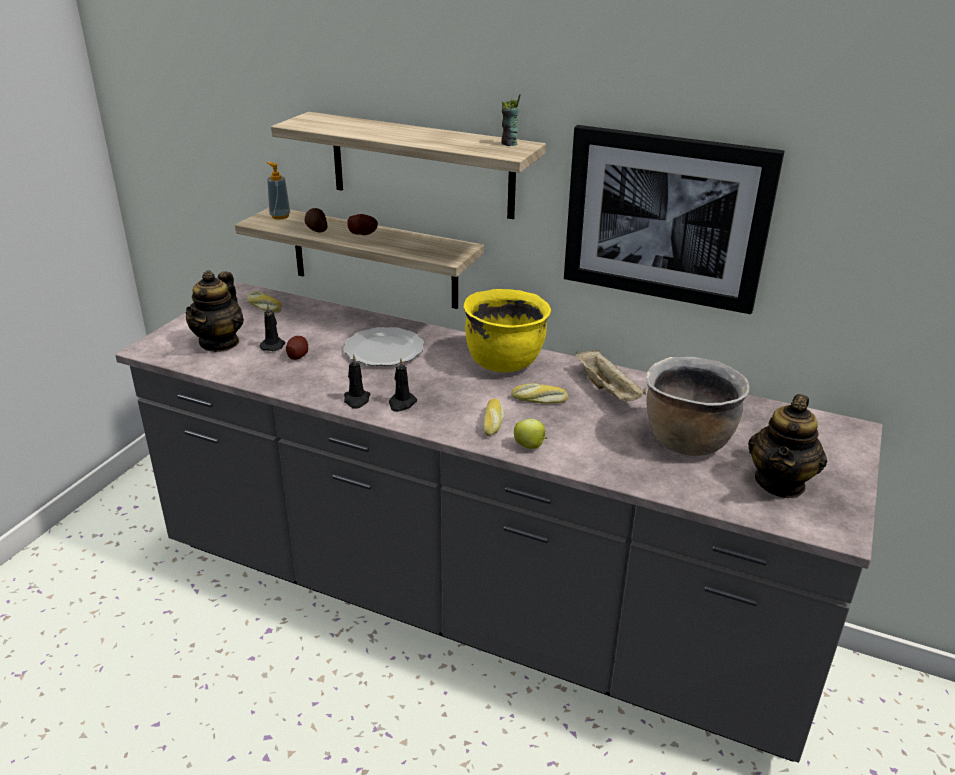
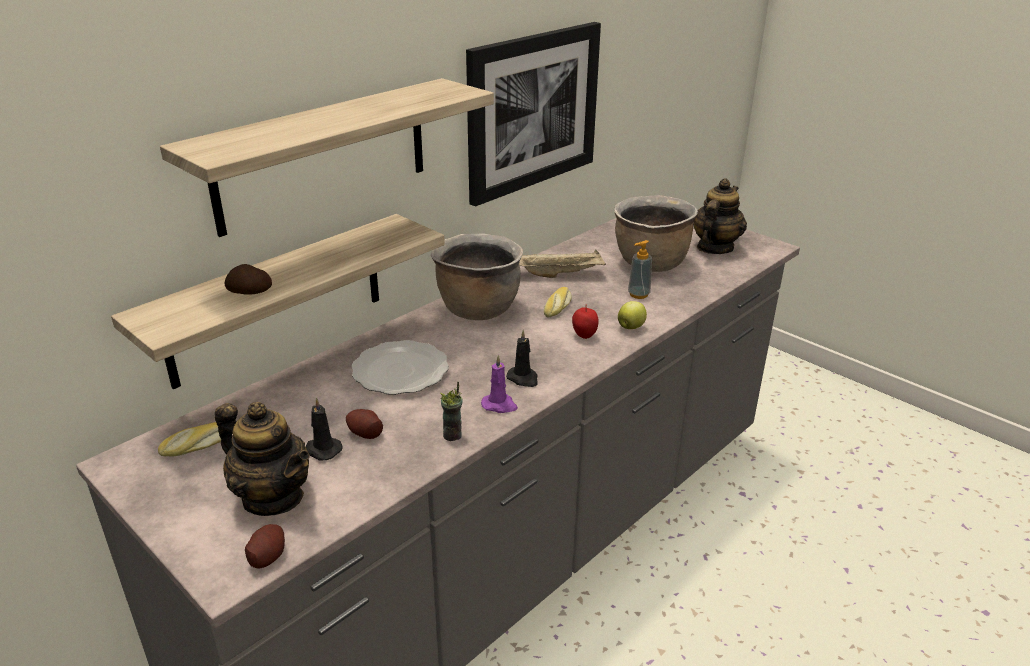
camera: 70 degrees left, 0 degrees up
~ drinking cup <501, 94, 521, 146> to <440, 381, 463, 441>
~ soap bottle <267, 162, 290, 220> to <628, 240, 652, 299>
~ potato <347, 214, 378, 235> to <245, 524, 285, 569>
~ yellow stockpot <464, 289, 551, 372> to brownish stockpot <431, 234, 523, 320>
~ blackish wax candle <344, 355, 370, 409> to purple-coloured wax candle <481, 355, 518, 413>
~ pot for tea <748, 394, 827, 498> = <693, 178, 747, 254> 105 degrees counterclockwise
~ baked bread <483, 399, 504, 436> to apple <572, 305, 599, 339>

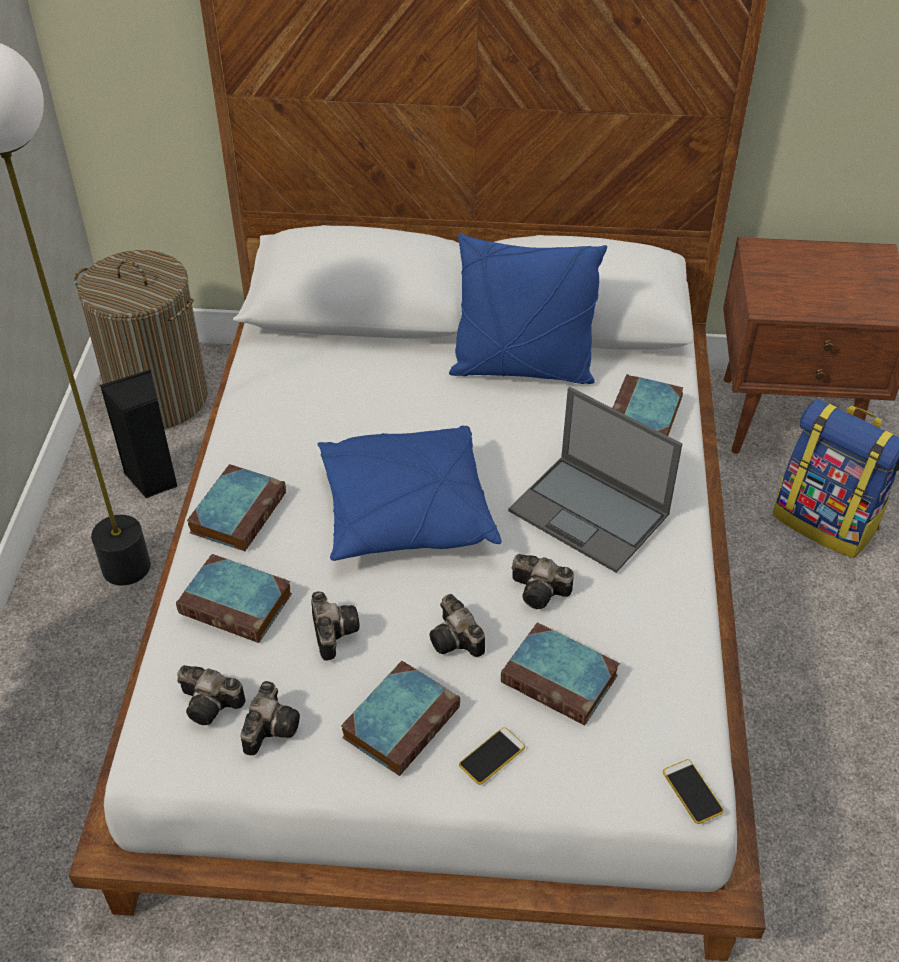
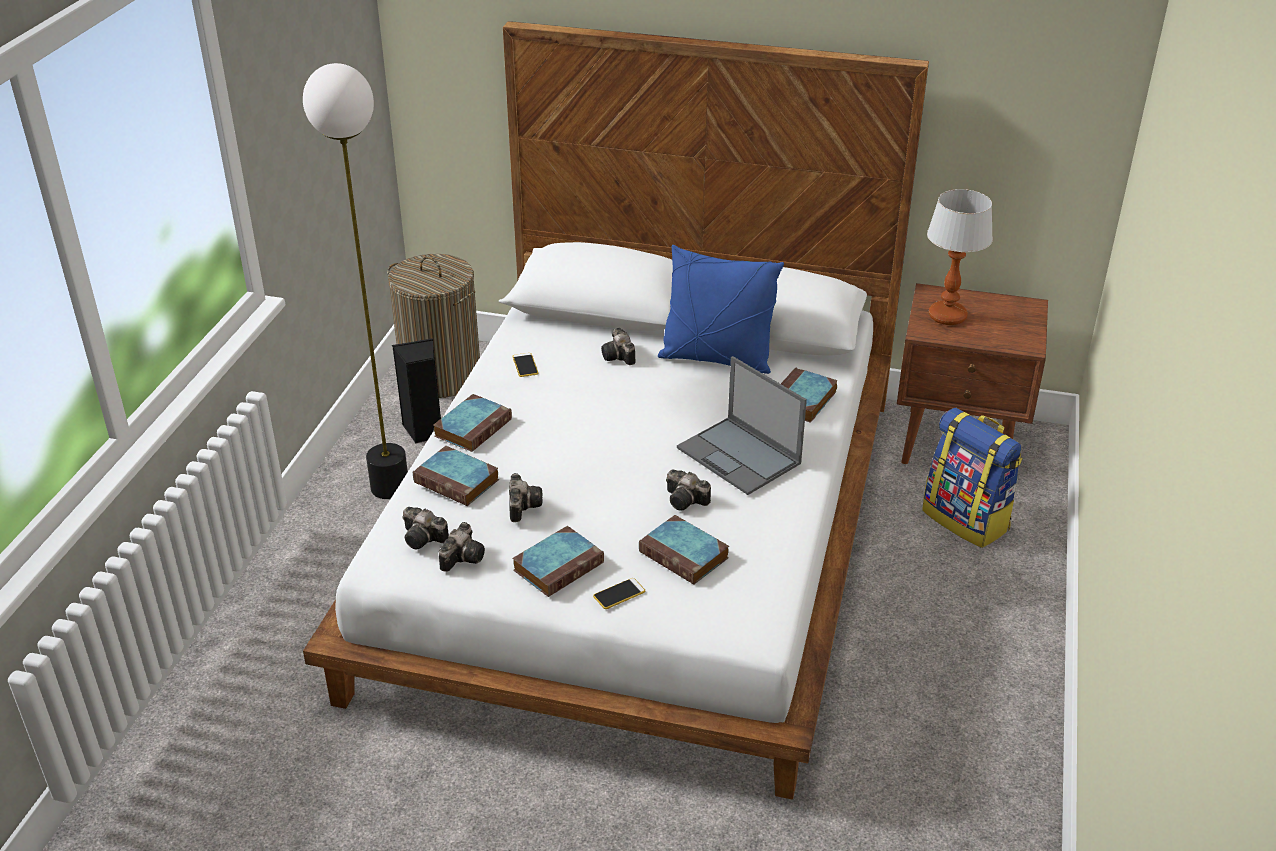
camera: 10 degrees right, 10 degrees down
- blue throw pillow <318, 425, 502, 561>
~ photo camera <430, 594, 485, 657> to <601, 328, 636, 365>
~ telephone <663, 759, 724, 824> to <512, 353, 538, 377>
+ table lamp <927, 189, 993, 325>

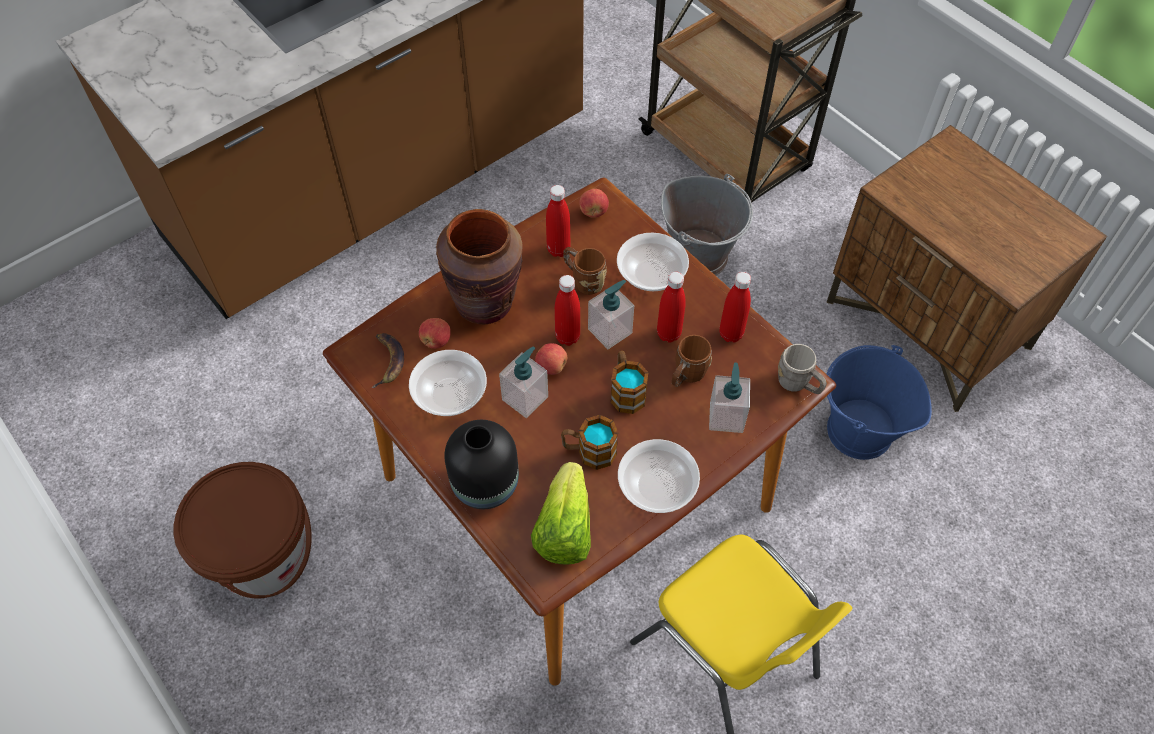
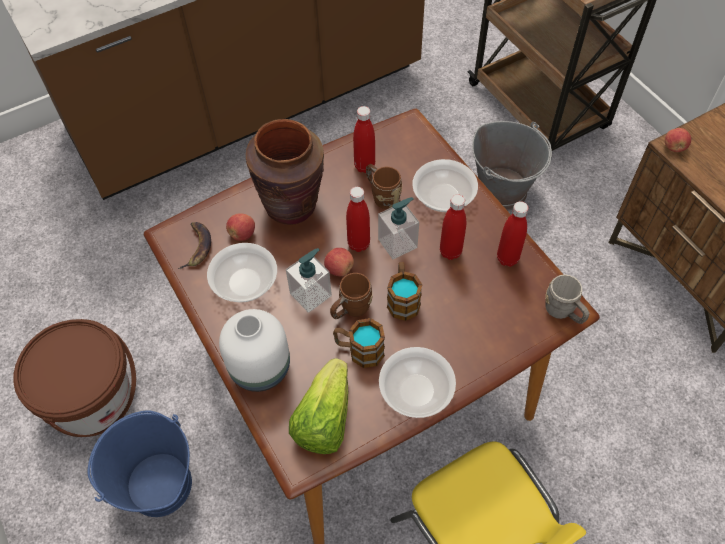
camera: 10 degrees right, 0 degrees up
~ apple <579, 189, 609, 218> to <665, 128, 691, 152>
~ brownish mug <672, 335, 712, 387> to <330, 273, 372, 319>
~ blue bucket <827, 345, 932, 460> to <88, 410, 192, 517>
- soap bottle <709, 362, 750, 433>
~ blackish decorative vase <445, 420, 519, 509> to white-coloured decorative vase <219, 309, 290, 392>

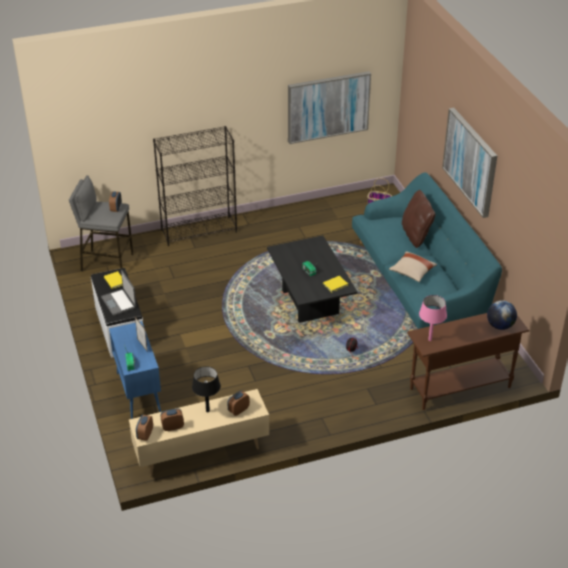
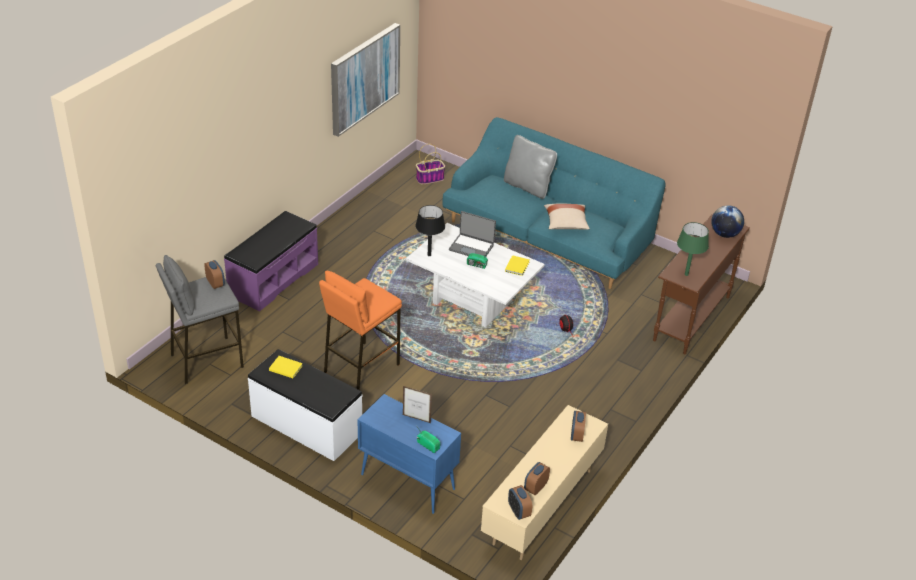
camera: 40 degrees left, 0 degrees up
- wall art <442, 108, 497, 218>
~ blackish shelving unit <153, 126, 237, 246> to purple-coloured indoor bench <224, 211, 318, 312>
~ brownish throw pillow <402, 190, 435, 248> to gray throw pillow <504, 135, 557, 199>
~ blackish coffee table <267, 235, 358, 323> to white-coloured coffee table <406, 223, 545, 328>
~ laptop <101, 270, 137, 316> to <449, 211, 496, 257>
~ pink-coloured table lamp <419, 295, 447, 341> to greenish table lamp <677, 222, 709, 276>
~ blackish table lamp <192, 366, 221, 412> to <415, 205, 445, 256>
+ orangey stool seat <319, 271, 402, 390>

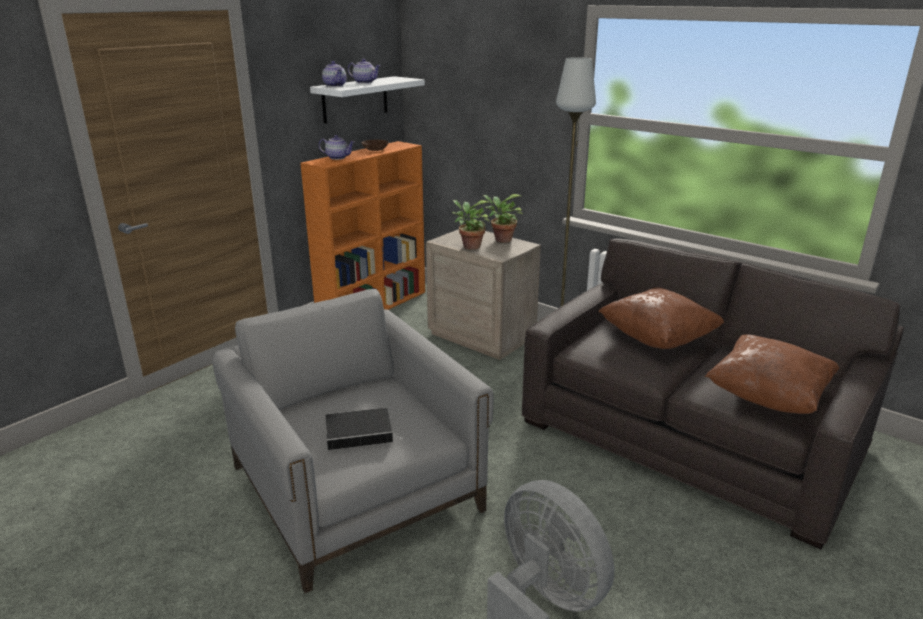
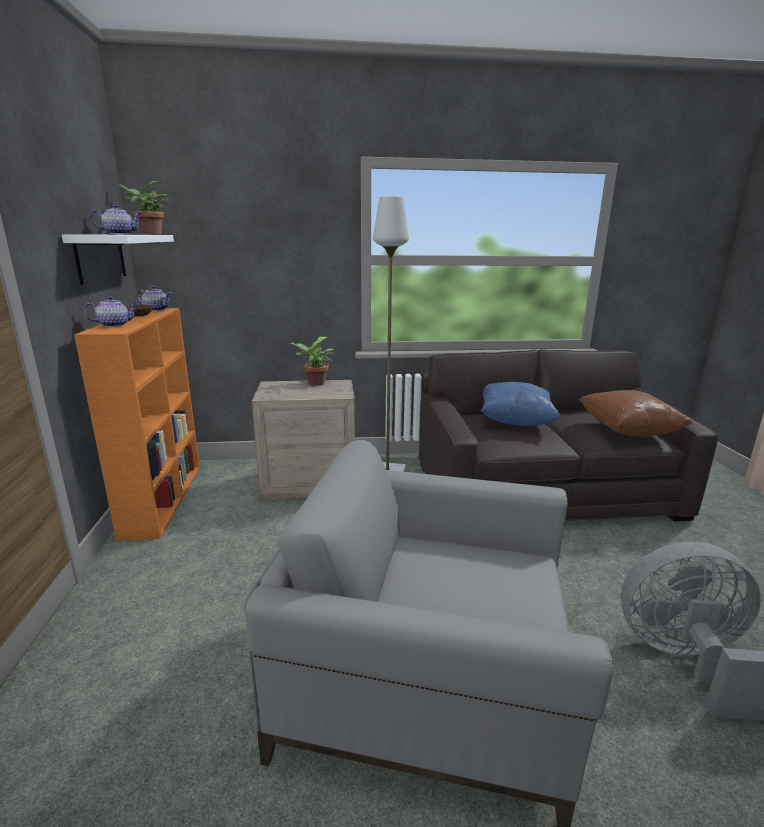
camera: 45 degrees left, 5 degrees down
~ pot for tea <322, 61, 347, 87> to <137, 286, 171, 311>
~ plant in a pot <452, 200, 490, 250> to <116, 181, 170, 235>
~ brownish throw pillow <598, 287, 724, 349> to blue throw pillow <481, 382, 560, 426>
- bound book <326, 407, 405, 450>

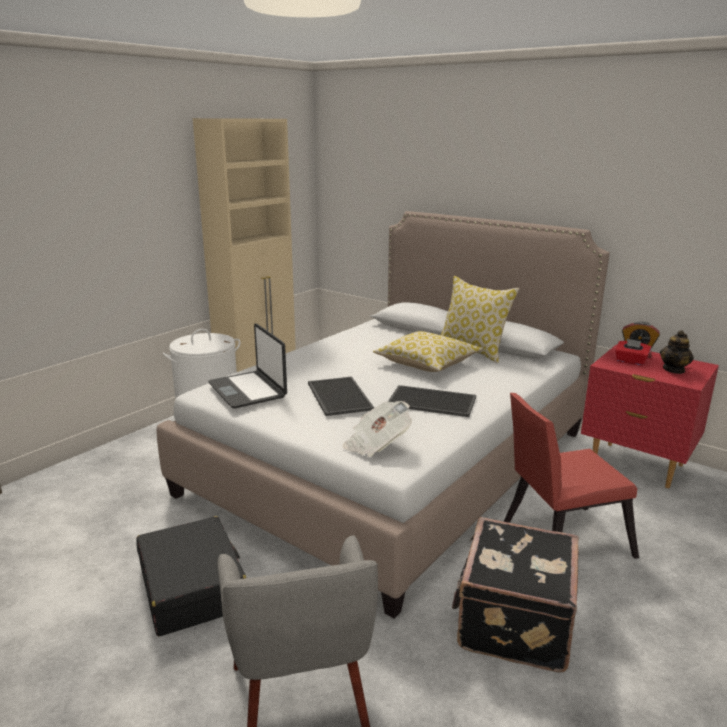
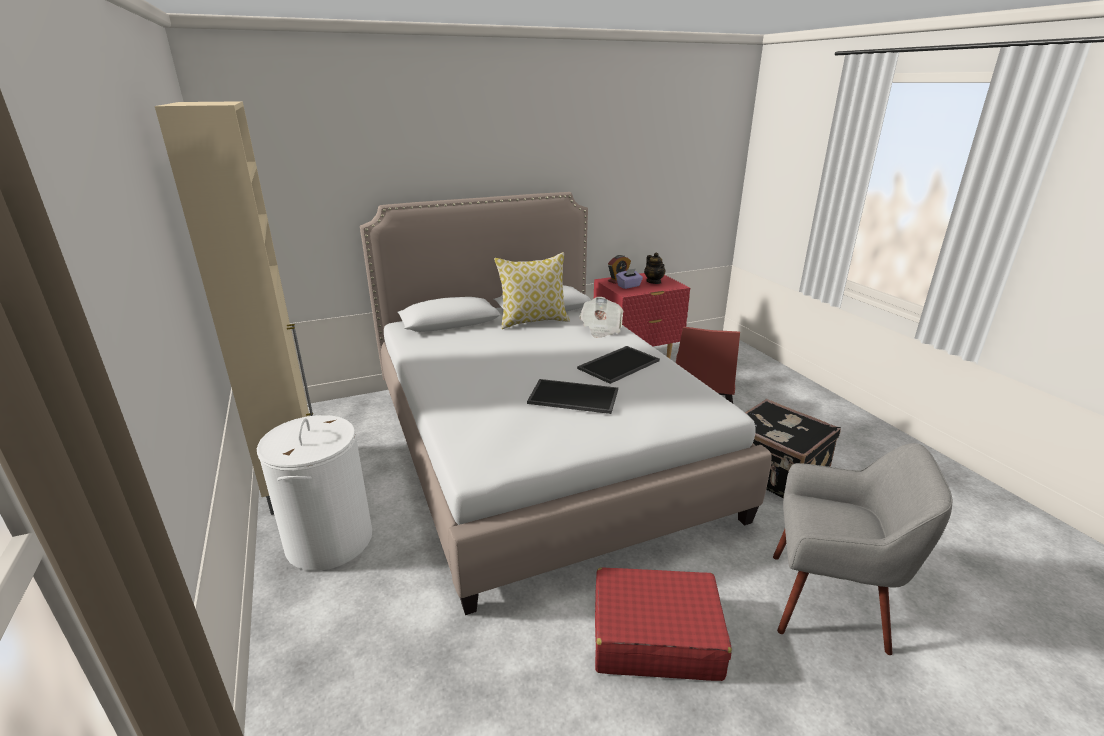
camera: 60 degrees left, 5 degrees up
- laptop <208, 323, 287, 408>
- throw pillow <373, 331, 482, 372>
~ red tissue holder <615, 339, 651, 366> to purple-coloured tissue holder <616, 269, 643, 289>
~ printed paper <343, 401, 412, 457> to <580, 297, 623, 338>
~ blackish piece of luggage <136, 516, 246, 636> to red piece of luggage <595, 567, 732, 681>

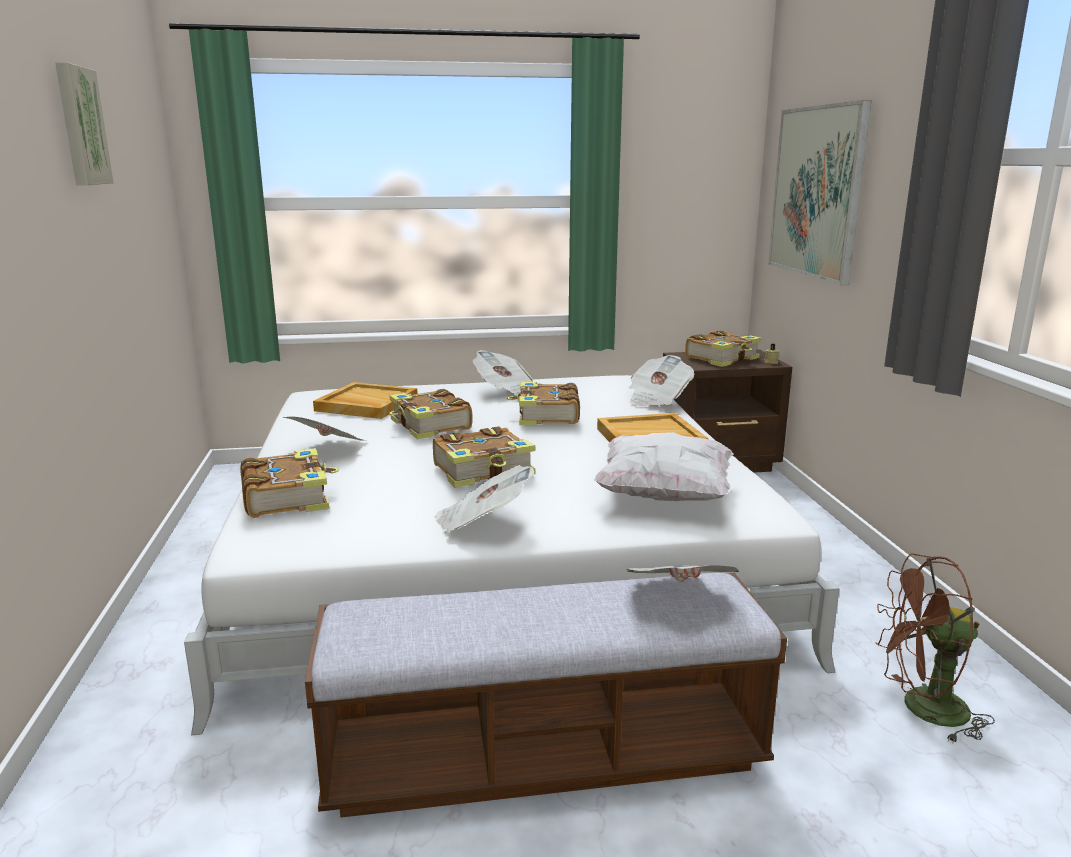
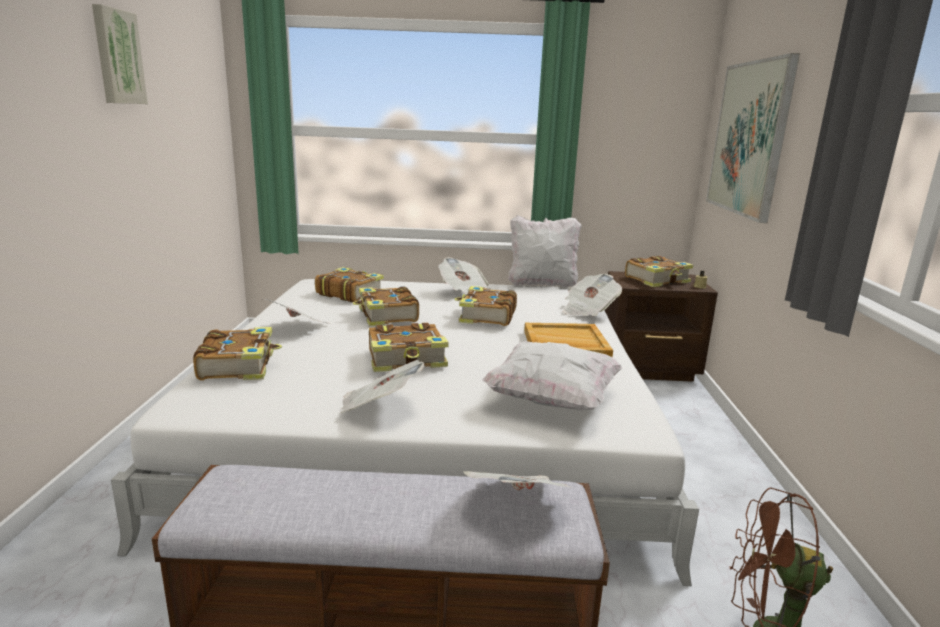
camera: 10 degrees right, 0 degrees up
~ beige-coloured tray <313, 382, 418, 419> to bound book <315, 267, 384, 302>
+ white-coloured throw pillow <508, 215, 582, 287>

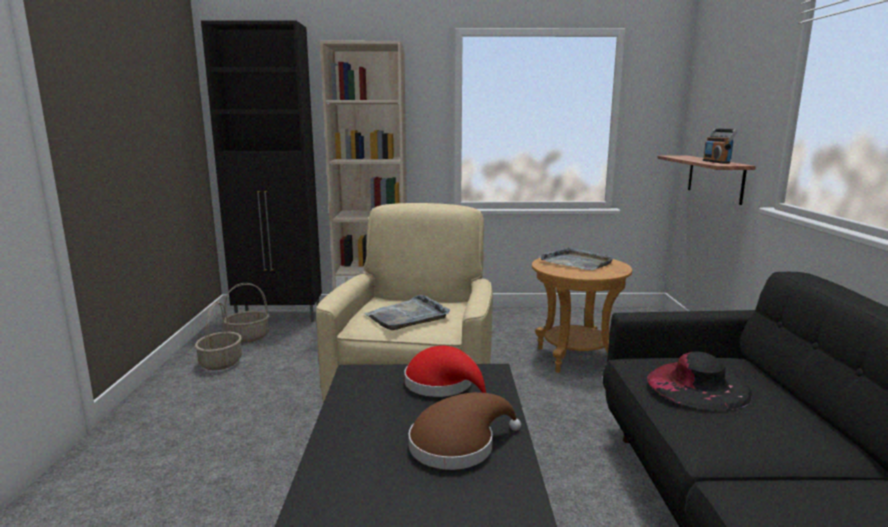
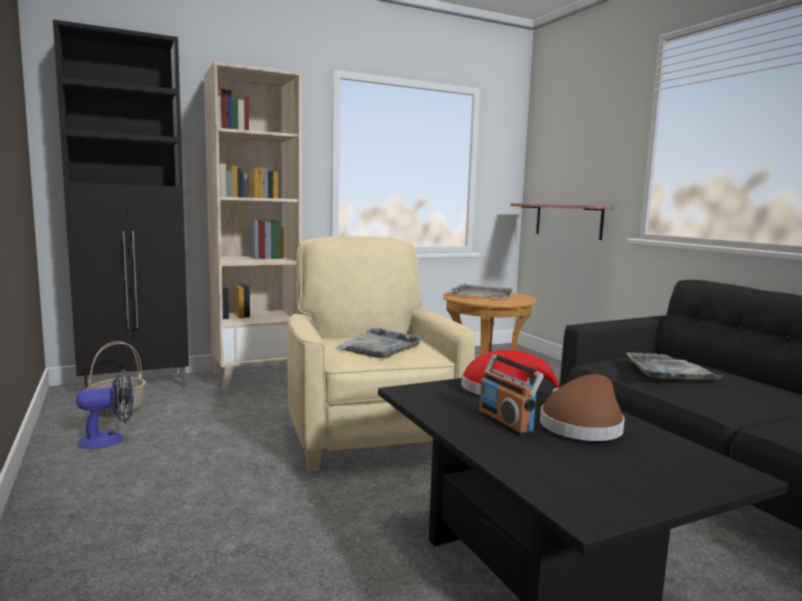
camera: 25 degrees left, 5 degrees down
~ radio set <703, 129, 737, 164> to <478, 354, 544, 436>
~ basket <195, 302, 242, 371> to cooling fan <76, 369, 133, 449>
~ blackish clothing hat <647, 351, 752, 411> to gray tray <625, 352, 727, 380>

